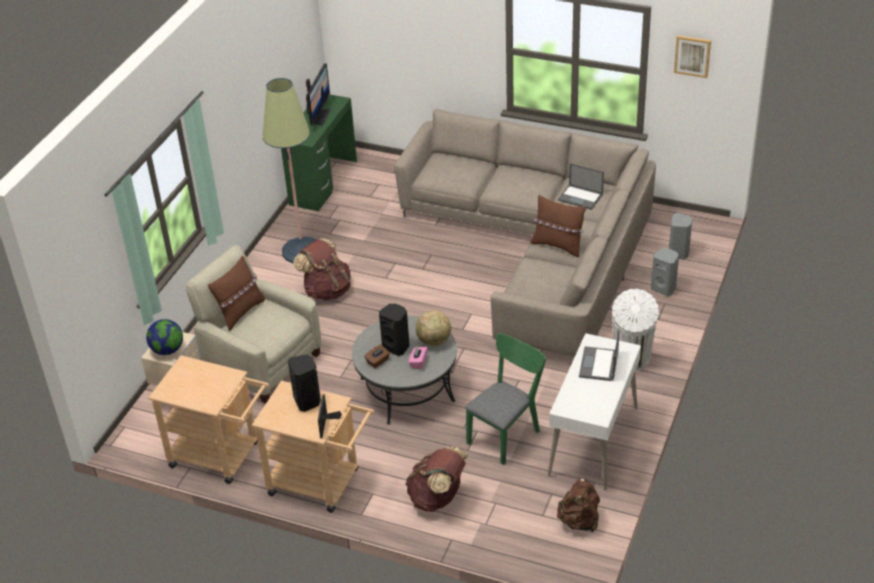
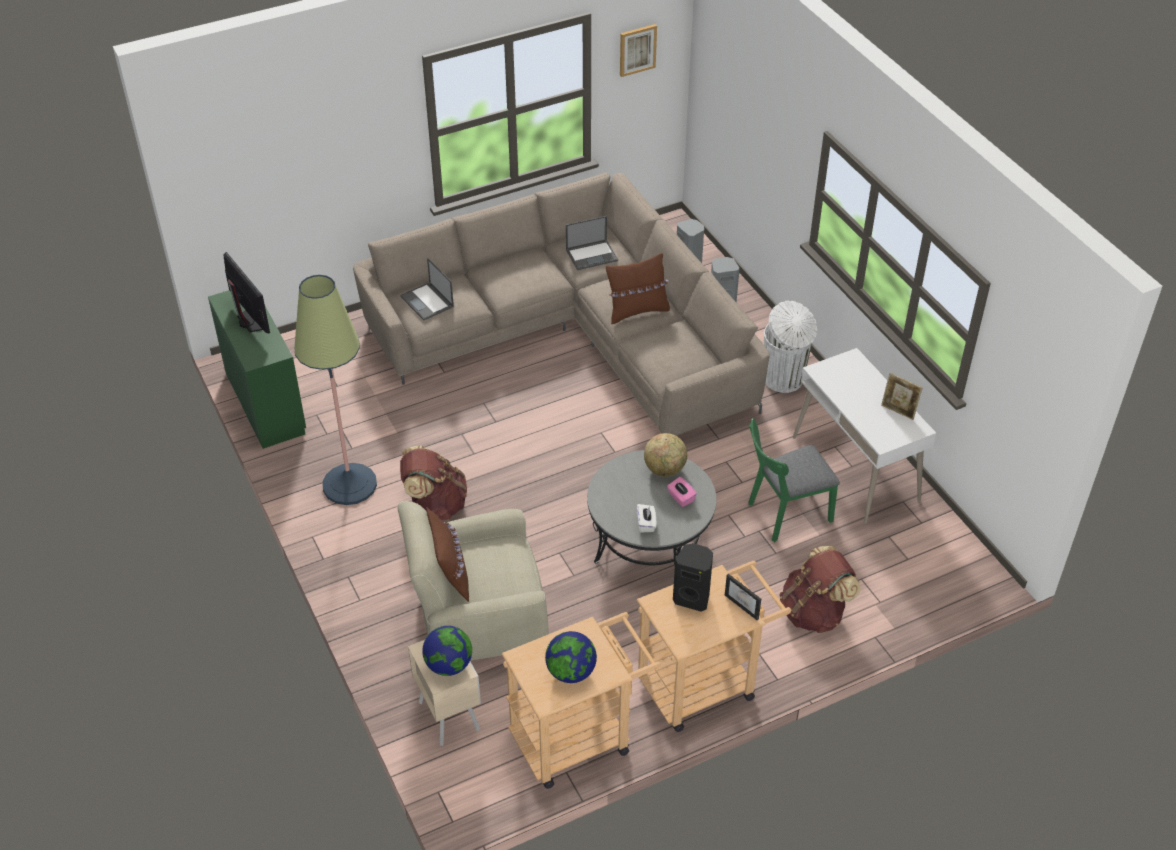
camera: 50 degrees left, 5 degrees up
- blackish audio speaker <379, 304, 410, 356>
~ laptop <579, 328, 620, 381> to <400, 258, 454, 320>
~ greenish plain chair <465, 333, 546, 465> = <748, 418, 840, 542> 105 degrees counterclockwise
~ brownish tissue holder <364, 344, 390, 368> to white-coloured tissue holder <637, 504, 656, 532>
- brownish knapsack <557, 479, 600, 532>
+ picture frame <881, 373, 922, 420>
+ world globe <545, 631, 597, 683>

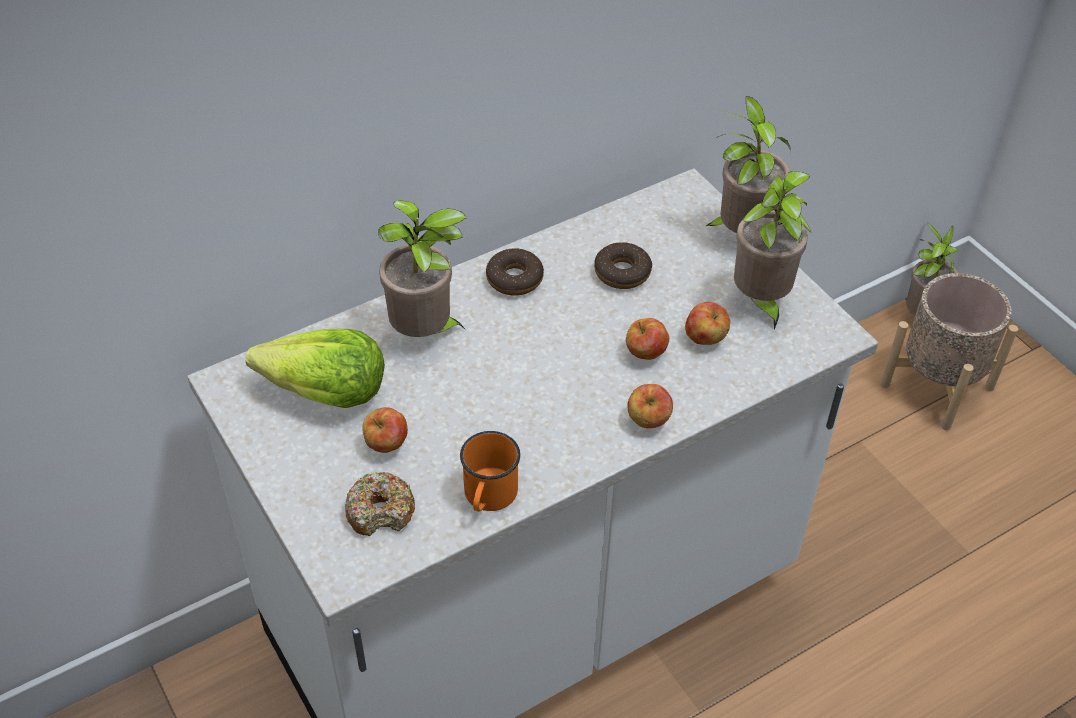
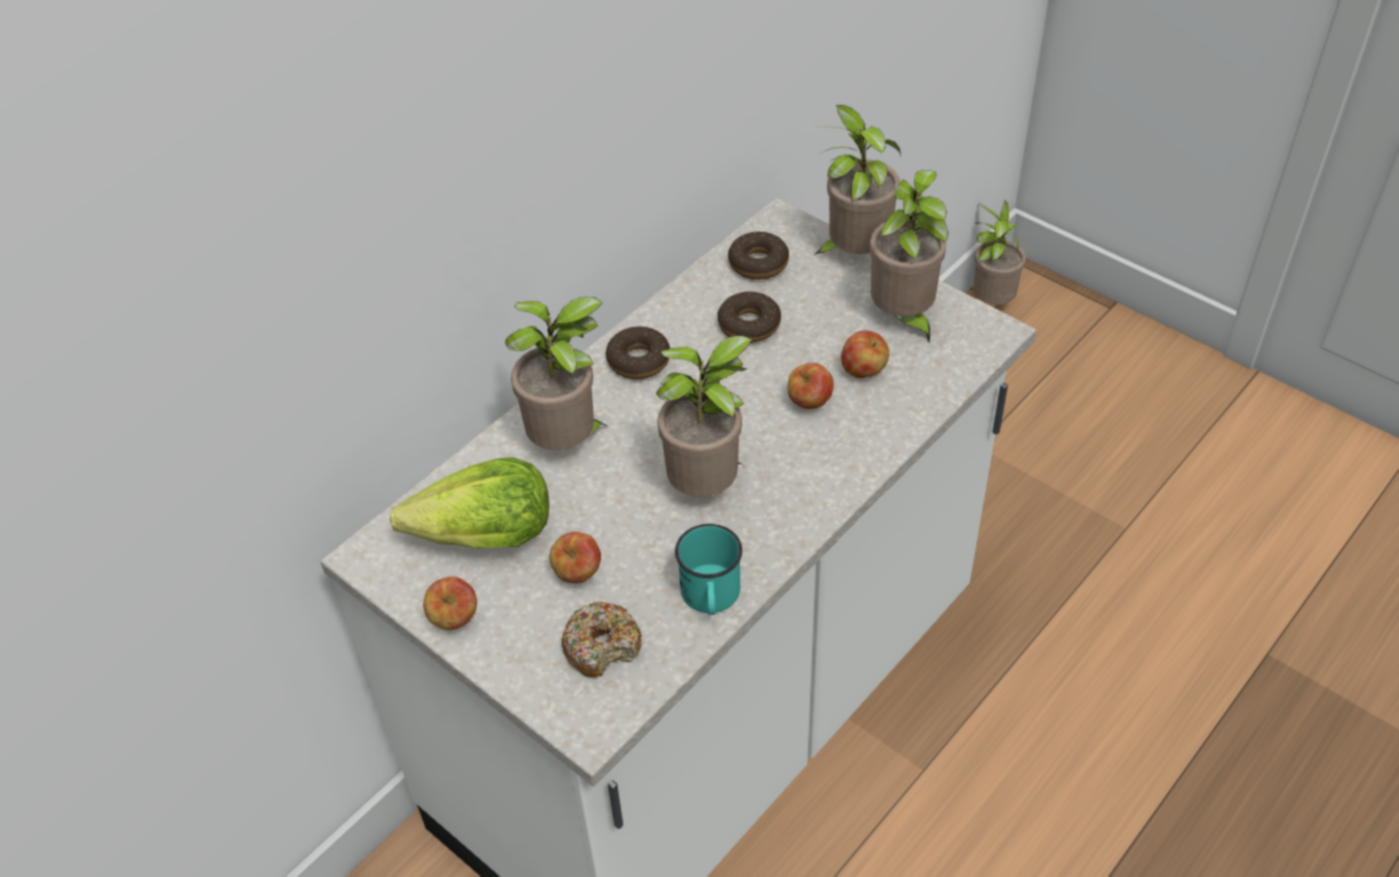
camera: 15 degrees left, 0 degrees up
- beige-coloured flower pot <880, 273, 1018, 430>
~ apple <628, 384, 673, 428> to <423, 576, 477, 630>
~ orangey mug <460, 431, 520, 512> to turquoise-coloured mug <675, 524, 742, 615>
+ donut <728, 232, 789, 280>
+ plant in a pot <656, 335, 753, 497>

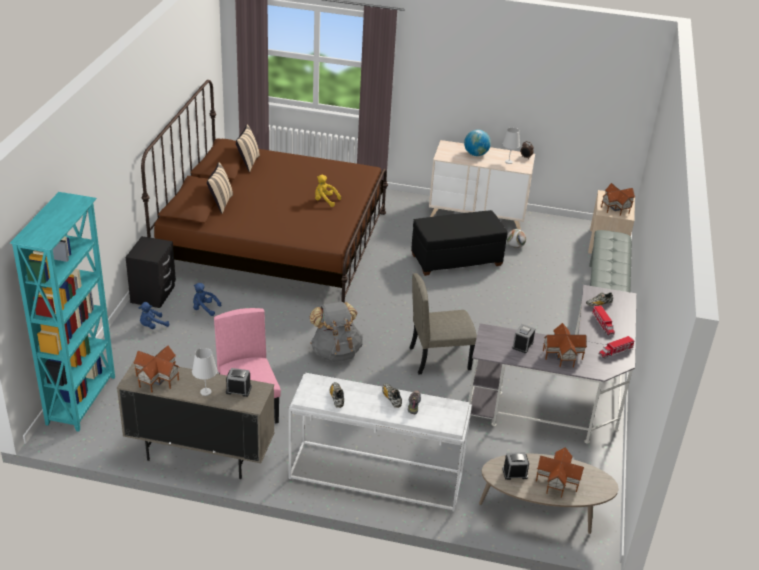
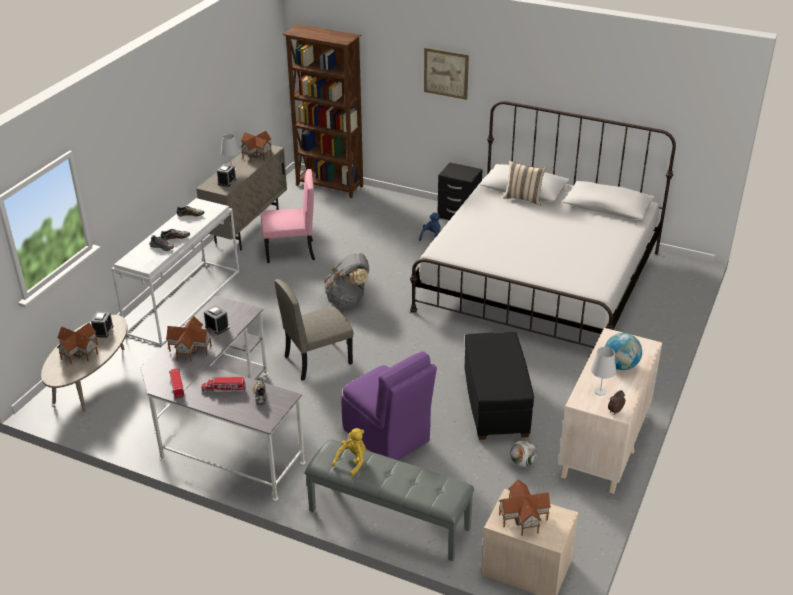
camera: 105 degrees right, 0 degrees up
~ brownish sleeping bed <141, 80, 388, 303> to white-coloured sleeping bed <410, 101, 676, 348>
- beige-coloured throw pillow <236, 124, 260, 172>
~ yellow cuddly toy <315, 175, 341, 207> to <332, 428, 366, 477>
~ turquoise-coloured shelving unit <10, 192, 115, 432> to brownish shelving unit <283, 24, 363, 198>
~ beige-coloured plain chair <409, 273, 477, 374> = <274, 279, 353, 381> 120 degrees counterclockwise
- blue cuddly toy <139, 302, 169, 329>
+ wall art <424, 47, 469, 100>
+ purple-coloured plain chair <341, 352, 437, 460>

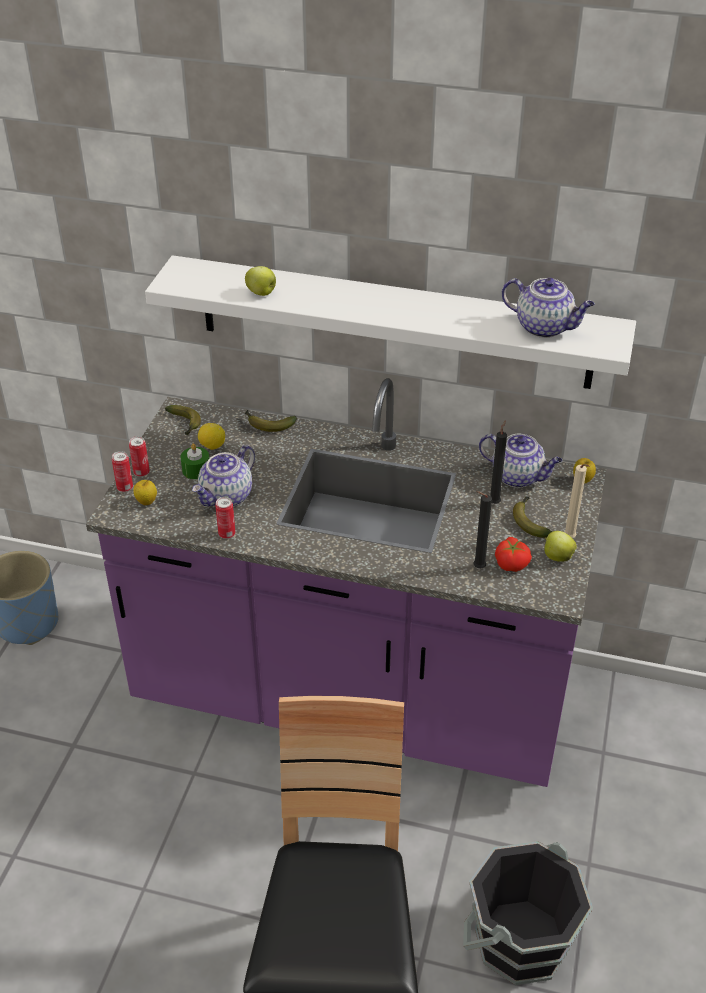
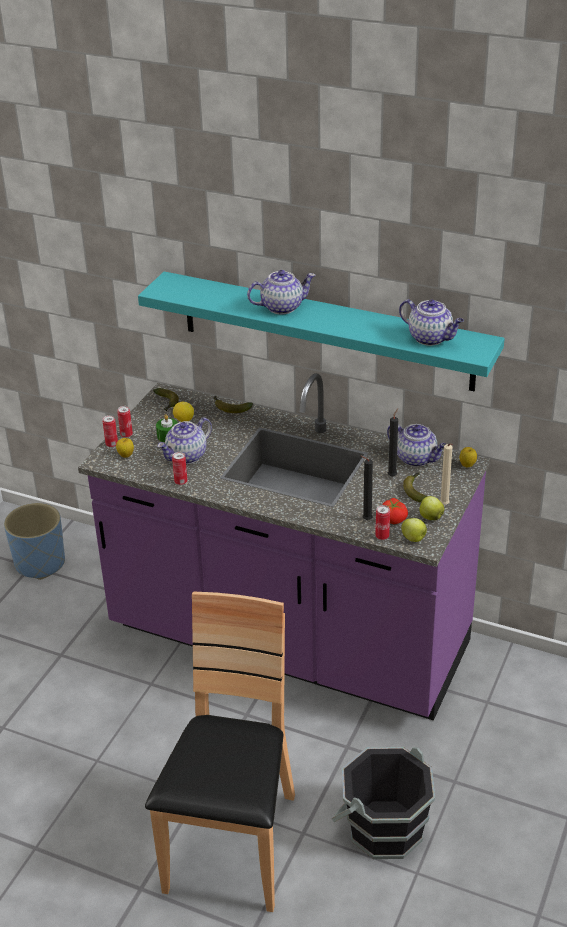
camera: 10 degrees right, 5 degrees down
~ white-coloured wall shelf <145, 255, 636, 389> to turquoise-coloured wall shelf <138, 272, 505, 391>
~ apple <245, 266, 276, 296> to <401, 518, 427, 542>
+ pot for tea <247, 270, 316, 315>
+ sealed can <375, 505, 390, 540>

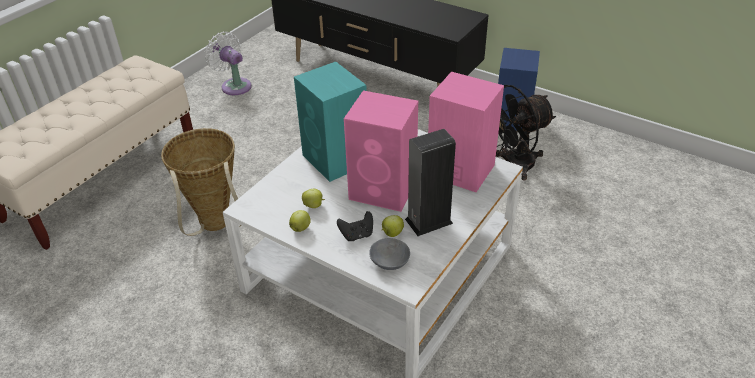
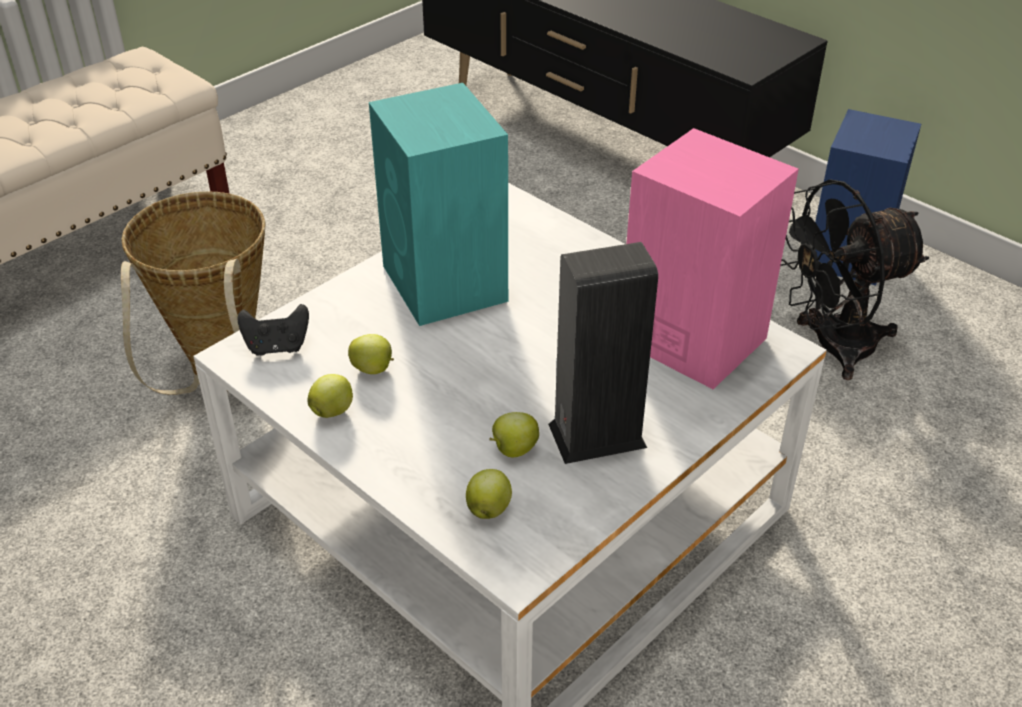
camera: 10 degrees right, 0 degrees up
- white-coloured cooling fan <205, 32, 252, 95>
- pink-coloured audio speaker <344, 90, 418, 212>
~ blackish game controller <337, 211, 373, 241> to <238, 304, 309, 356>
~ gray bowl <369, 238, 410, 270> to apple <466, 469, 512, 519>

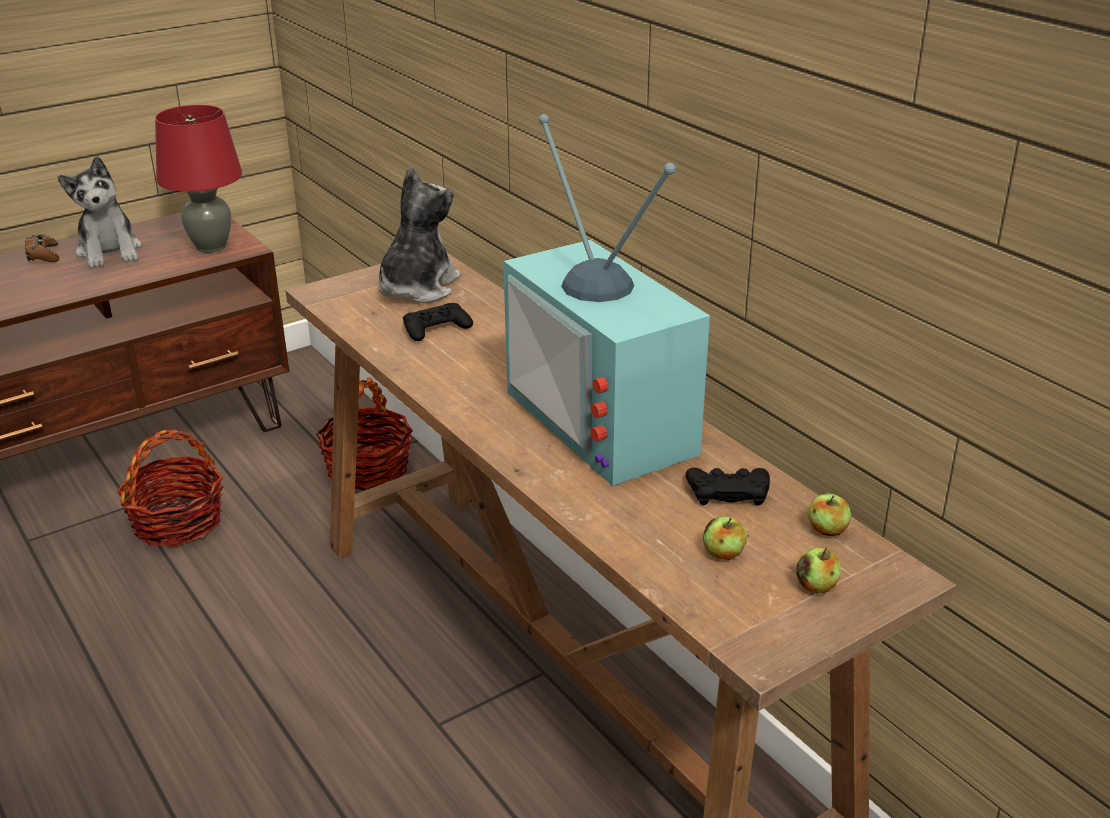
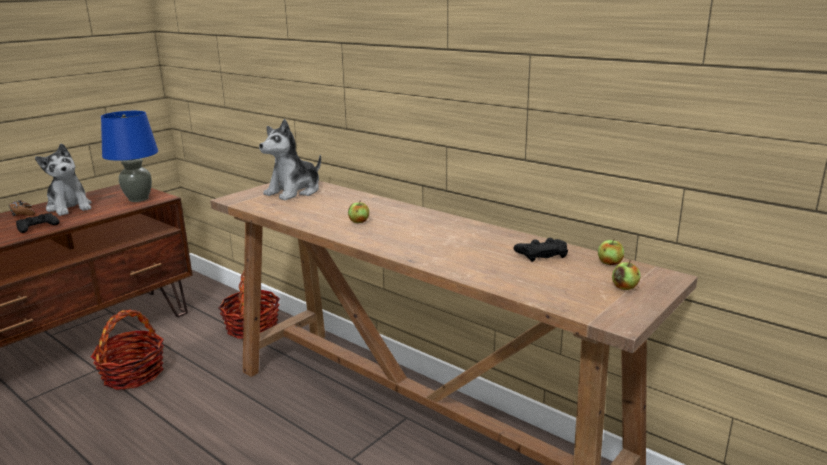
camera: 15 degrees left, 10 degrees down
~ red table lamp <155, 105, 242, 253> to blue table lamp <101, 111, 158, 202>
- television <503, 114, 710, 486>
~ cuddly toy <378, 167, 461, 303> = <259, 119, 321, 201> 150 degrees counterclockwise
~ blackish game controller <403, 303, 473, 341> to <16, 213, 60, 233>
~ apple <703, 516, 747, 560> to <348, 202, 369, 223>

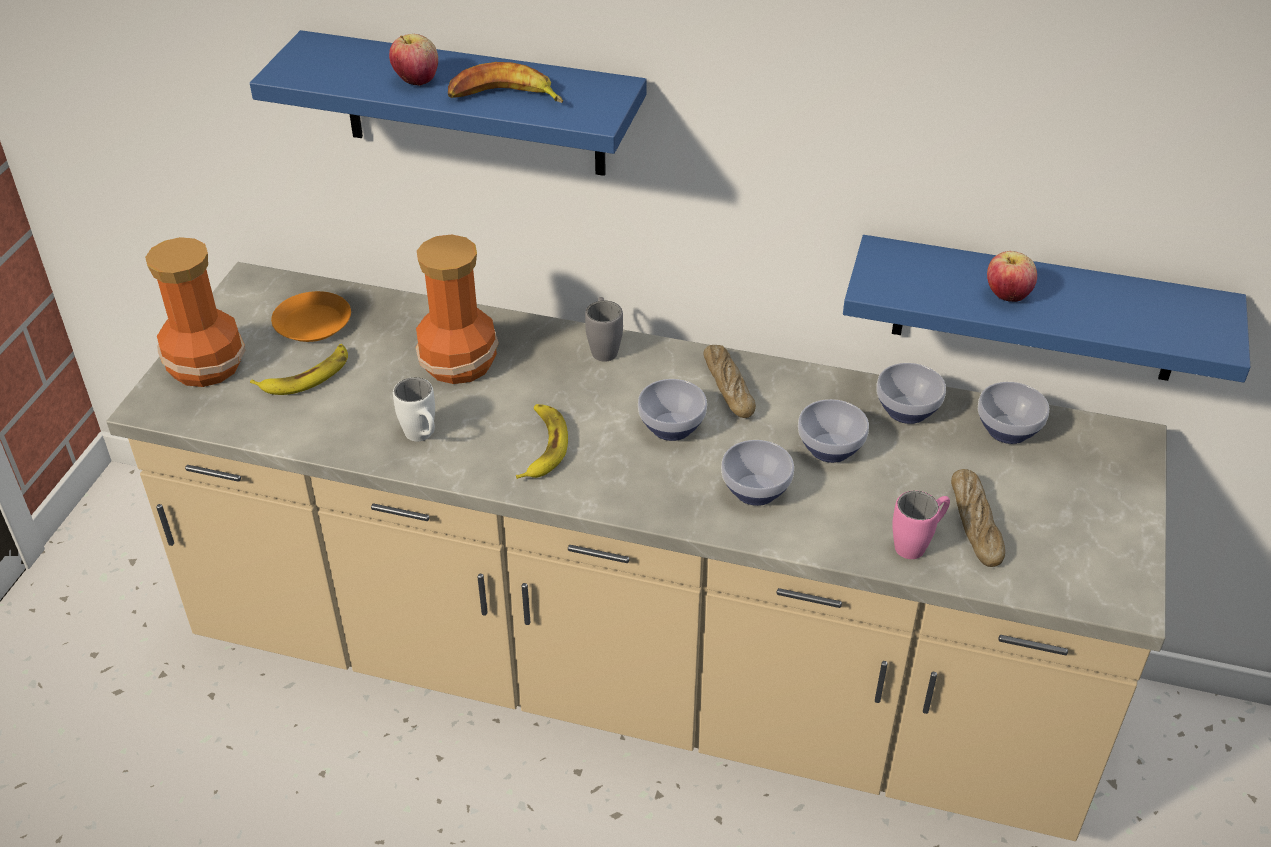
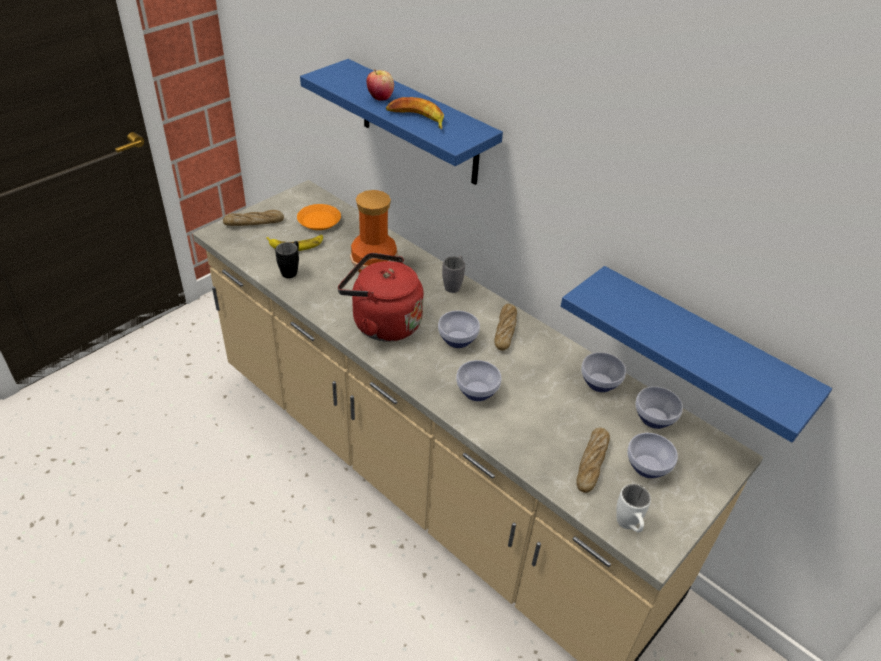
camera: 25 degrees right, 0 degrees up
~ decorative vase <145, 237, 245, 387> to baked bread <223, 210, 284, 226>
- apple <987, 251, 1037, 302>
~ white-coloured mug <393, 377, 435, 442> to <616, 484, 651, 533>
~ bowl <798, 399, 869, 463> to <627, 433, 678, 478>
~ banana <516, 404, 568, 479> to red kettle <338, 253, 424, 341>
- pink-coloured mug <892, 491, 950, 559>
+ blackish mug <275, 241, 299, 278>

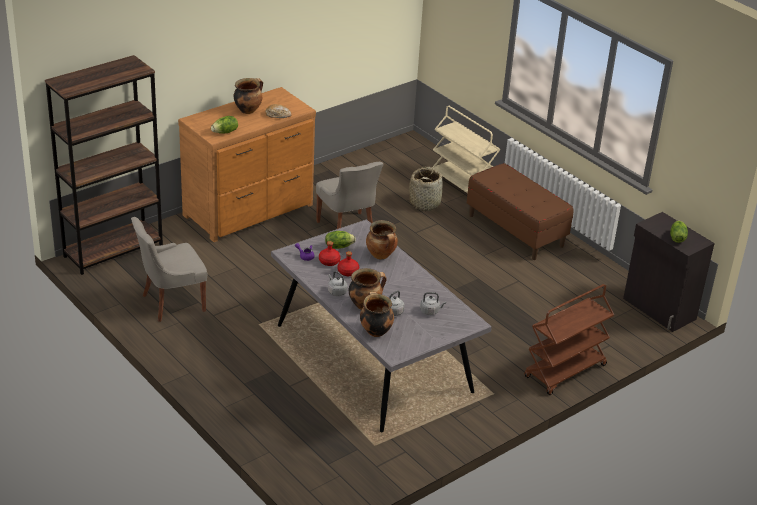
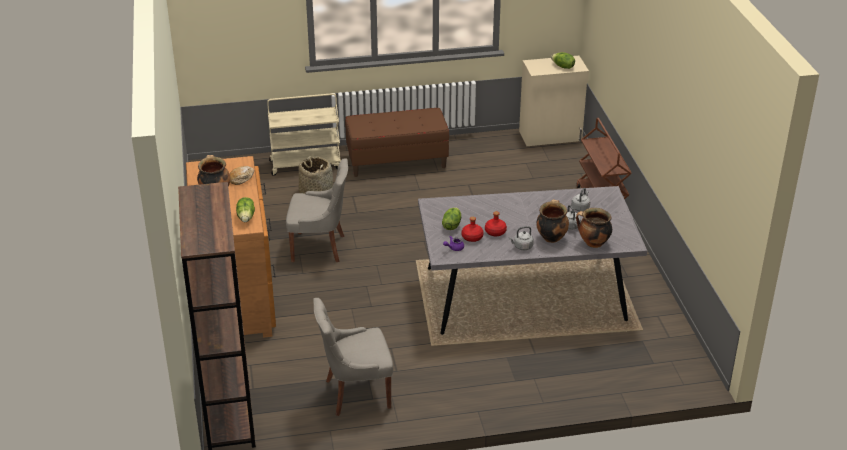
camera: 60 degrees left, 0 degrees up
~ blackish storage cabinet <623, 212, 715, 332> to beige-coloured storage cabinet <519, 56, 589, 146>
~ gray plain chair <131, 217, 207, 322> = <313, 298, 393, 416> 75 degrees clockwise
- stockpot <366, 220, 398, 259>

